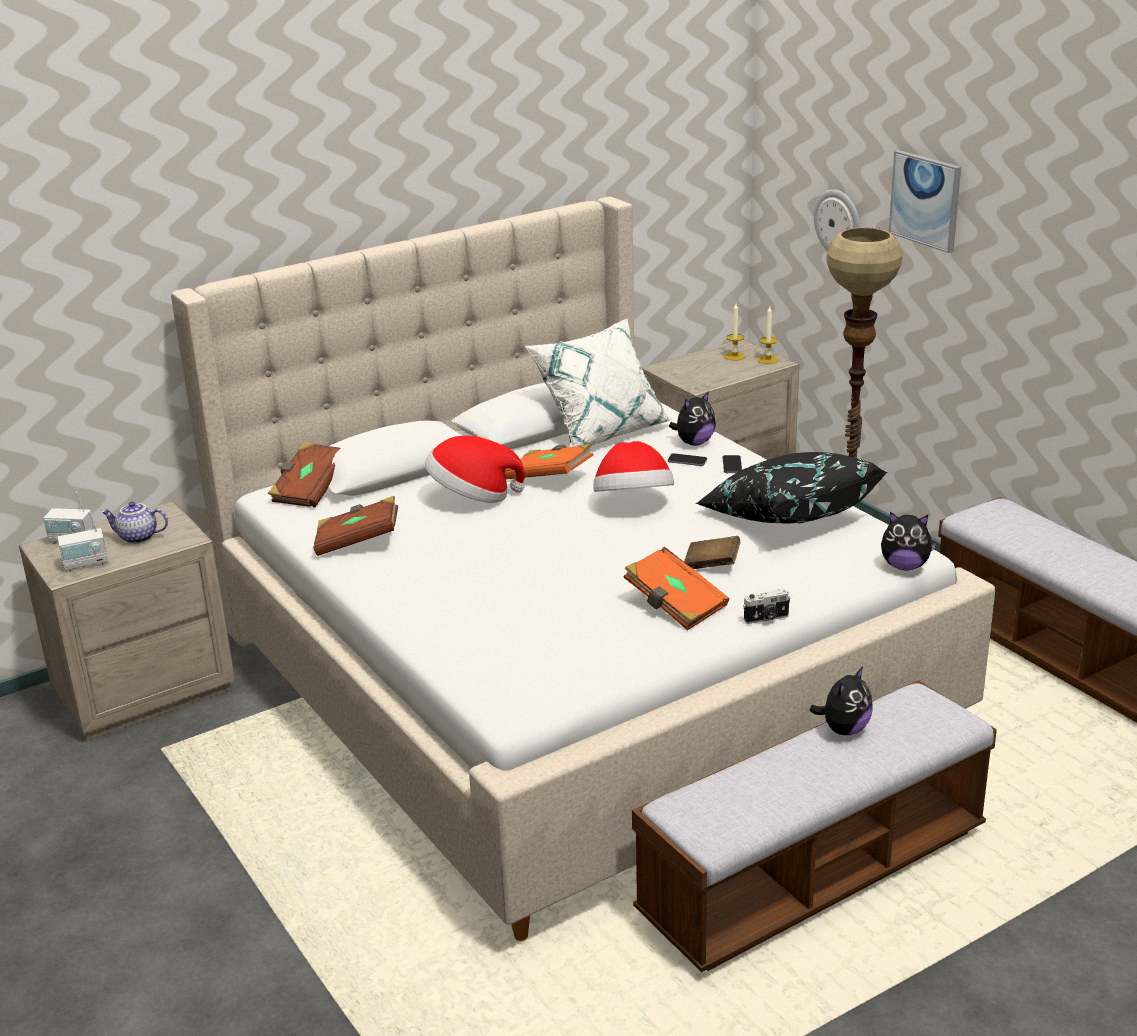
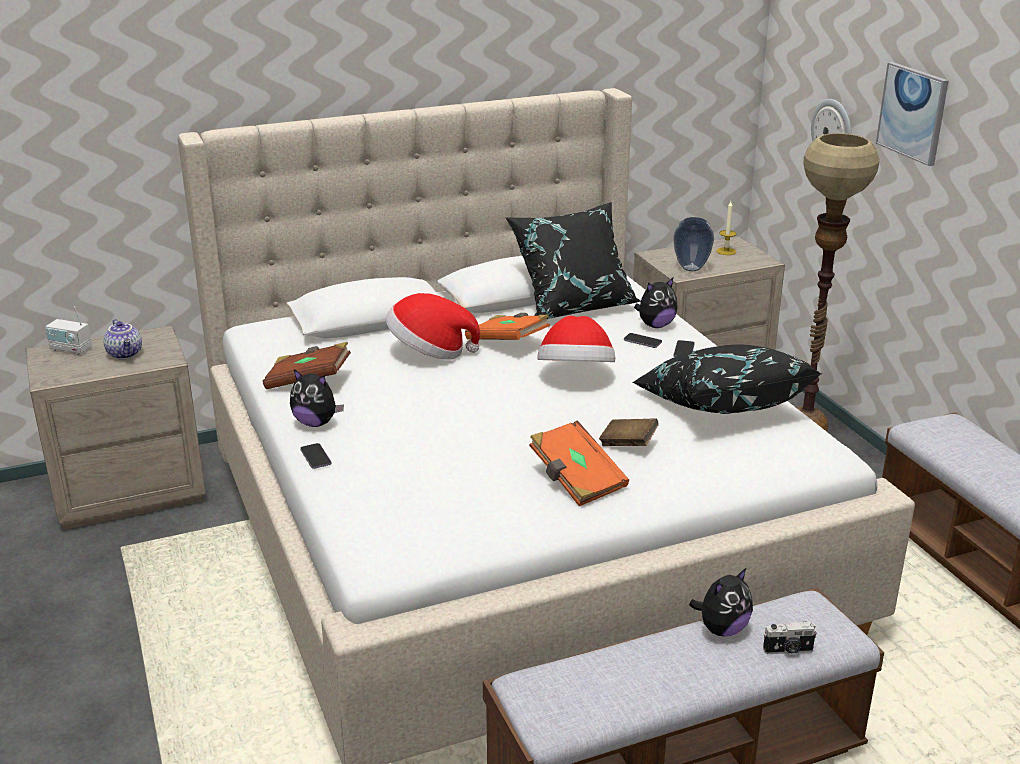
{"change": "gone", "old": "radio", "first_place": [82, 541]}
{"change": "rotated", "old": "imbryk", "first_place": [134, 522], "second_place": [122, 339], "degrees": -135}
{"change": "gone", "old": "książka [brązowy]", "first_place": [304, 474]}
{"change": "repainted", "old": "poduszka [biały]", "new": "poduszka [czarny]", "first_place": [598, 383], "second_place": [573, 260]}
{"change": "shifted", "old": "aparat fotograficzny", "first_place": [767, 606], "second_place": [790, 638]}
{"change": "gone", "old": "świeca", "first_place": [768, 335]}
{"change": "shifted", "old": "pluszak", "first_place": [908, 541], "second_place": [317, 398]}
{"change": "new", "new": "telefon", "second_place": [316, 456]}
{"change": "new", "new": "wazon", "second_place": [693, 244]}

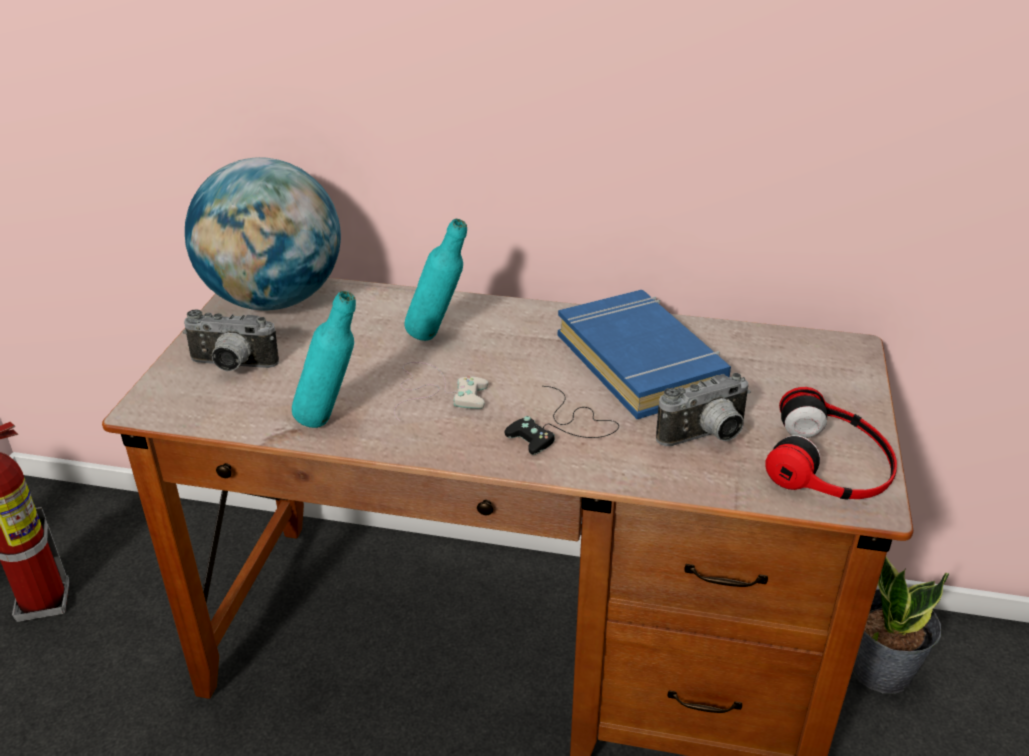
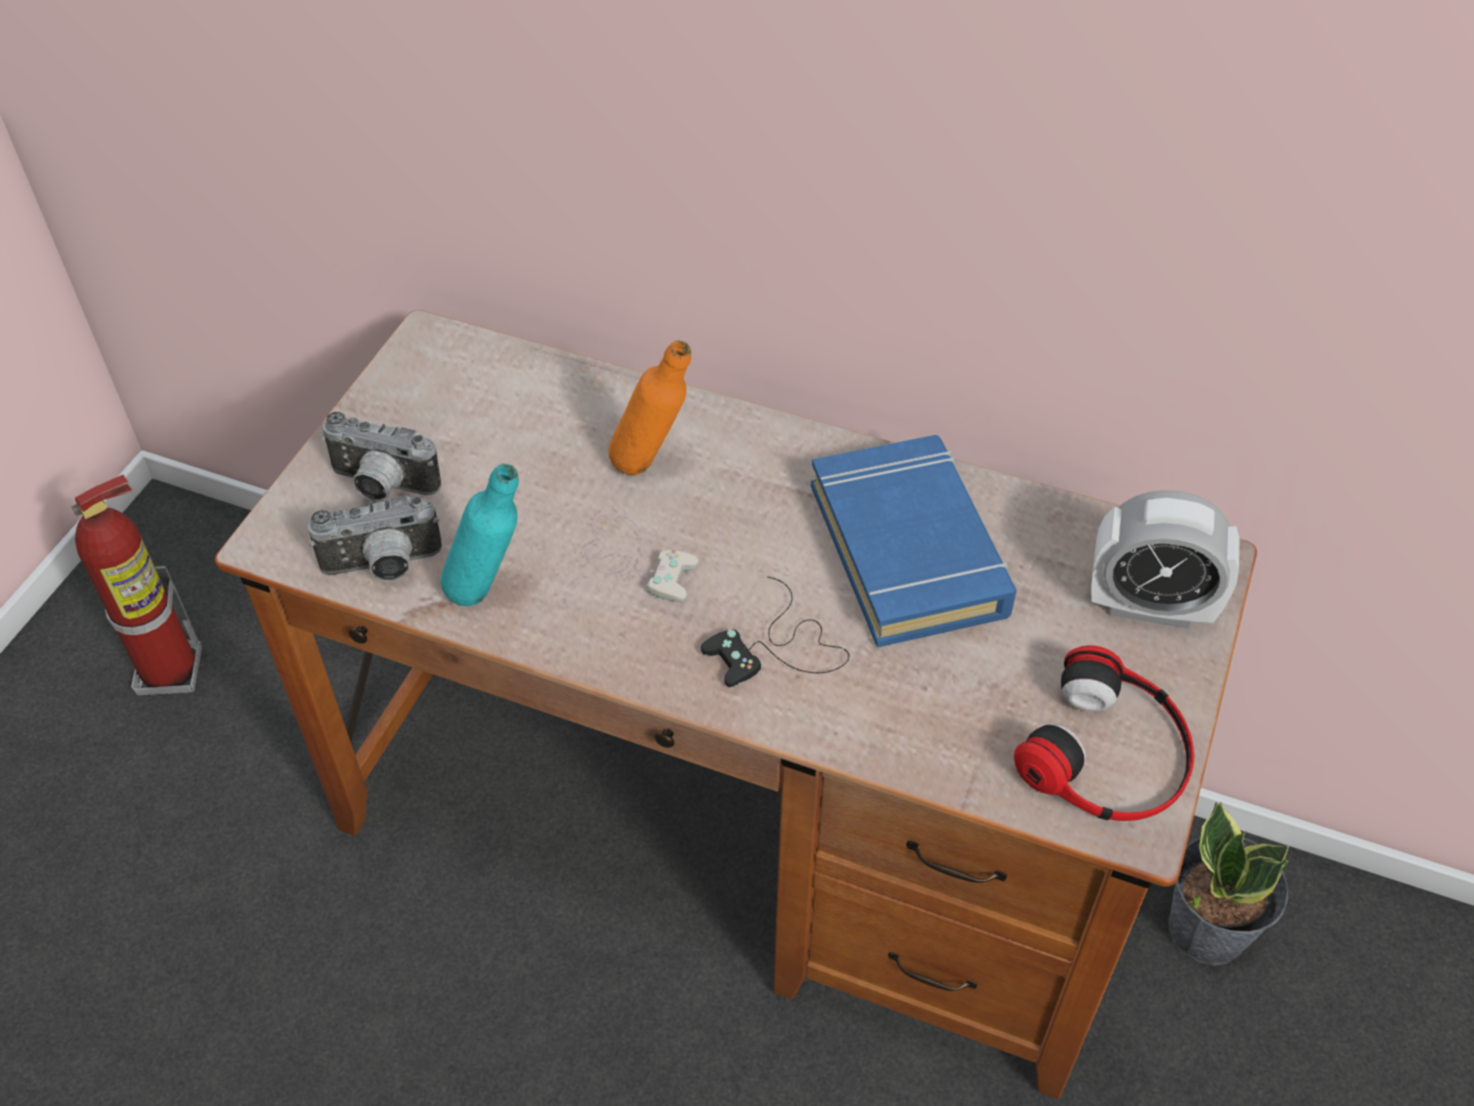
{"change": "gone", "old": "globus", "first_place": [263, 234]}
{"change": "repainted", "old": "butelka [turkusowy]", "new": "butelka [pomarańczowy]", "first_place": [436, 280], "second_place": [649, 407]}
{"change": "shifted", "old": "aparat fotograficzny", "first_place": [703, 409], "second_place": [375, 538]}
{"change": "new", "new": "budzik", "second_place": [1165, 559]}

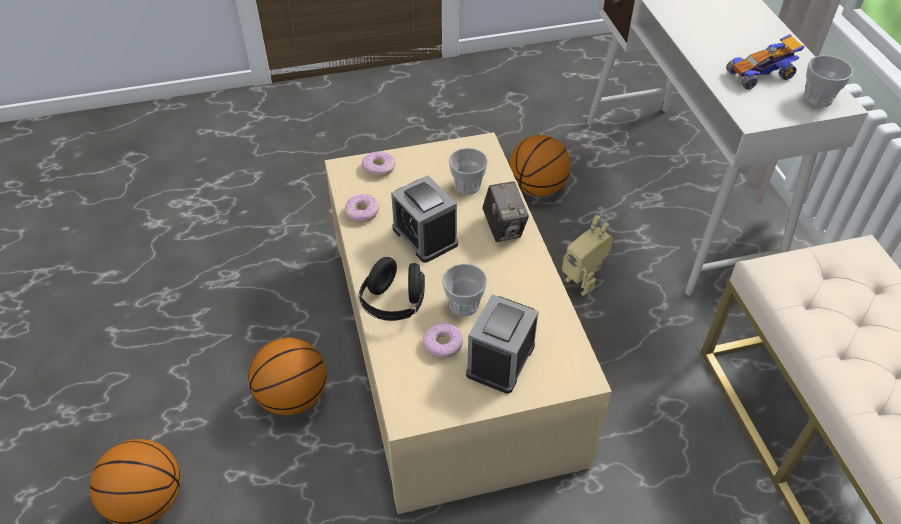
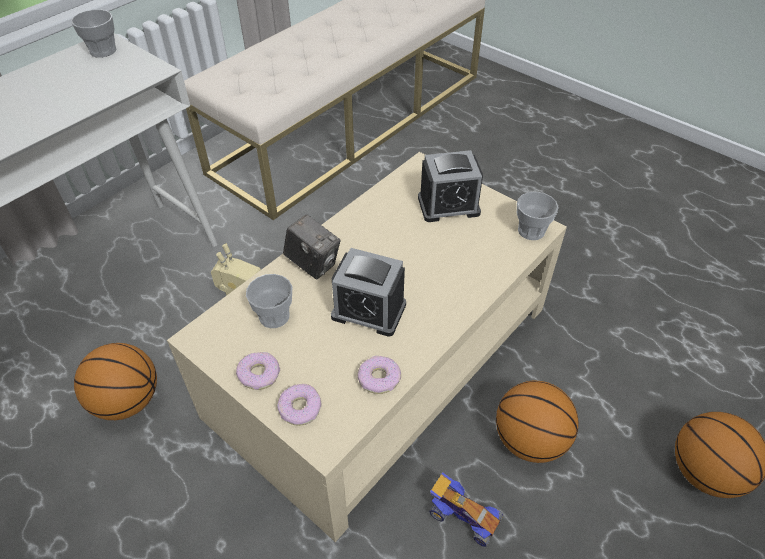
{"change": "gone", "old": "słuchawki [czarny]", "first_place": [391, 289]}
{"change": "rotated", "old": "budzik", "first_place": [424, 219], "second_place": [368, 292], "degrees": 90}
{"change": "shifted", "old": "donut", "first_place": [443, 340], "second_place": [258, 371]}
{"change": "shifted", "old": "filiżanka", "first_place": [464, 290], "second_place": [537, 216]}
{"change": "rotated", "old": "aparat fotograficzny", "first_place": [505, 211], "second_place": [312, 247], "degrees": 90}
{"change": "shifted", "old": "samochodzik", "first_place": [765, 62], "second_place": [466, 509]}

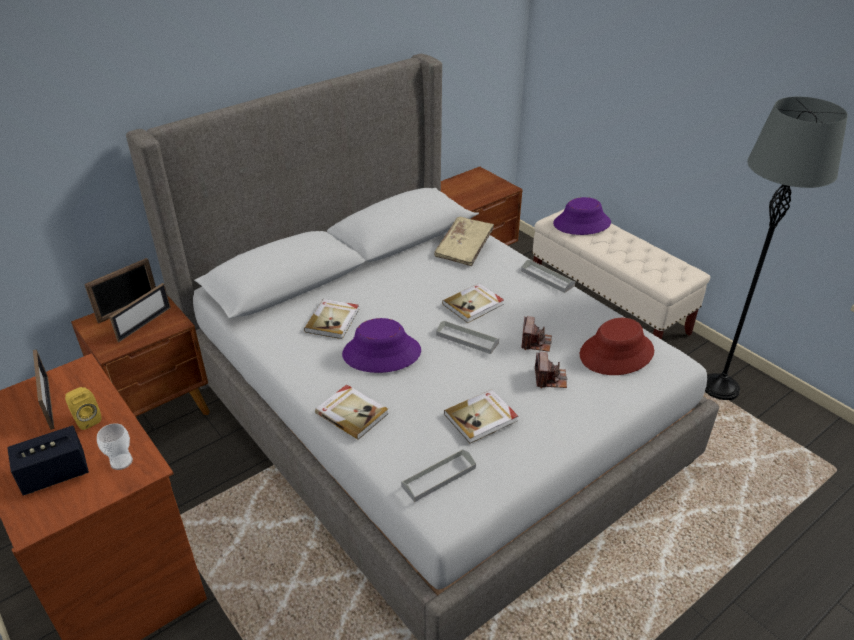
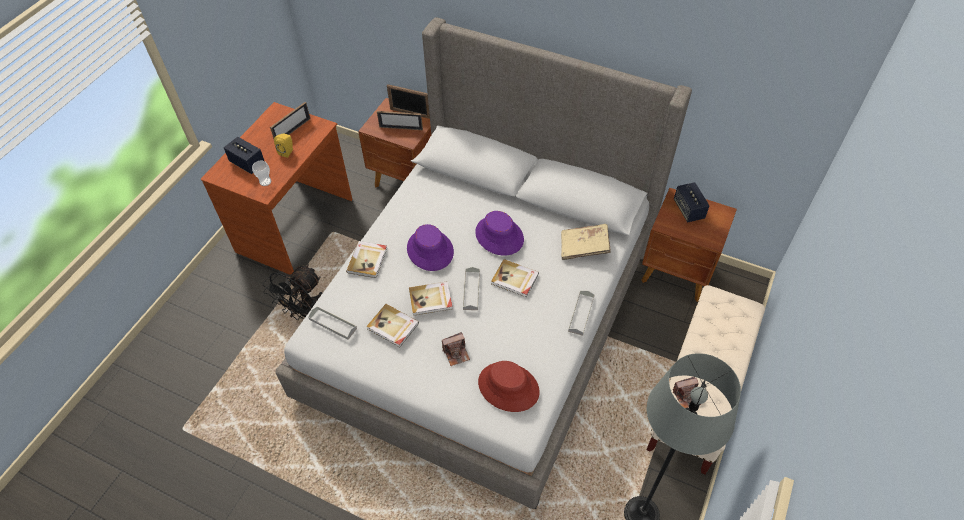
{"change": "shifted", "old": "książka", "first_place": [331, 319], "second_place": [430, 298]}
{"change": "shifted", "old": "aparat fotograficzny", "first_place": [536, 334], "second_place": [687, 392]}
{"change": "shifted", "old": "kapelusz [fioletowy]", "first_place": [582, 216], "second_place": [499, 233]}
{"change": "new", "new": "wentylator [czarny]", "second_place": [292, 292]}
{"change": "new", "new": "głośnik", "second_place": [692, 202]}

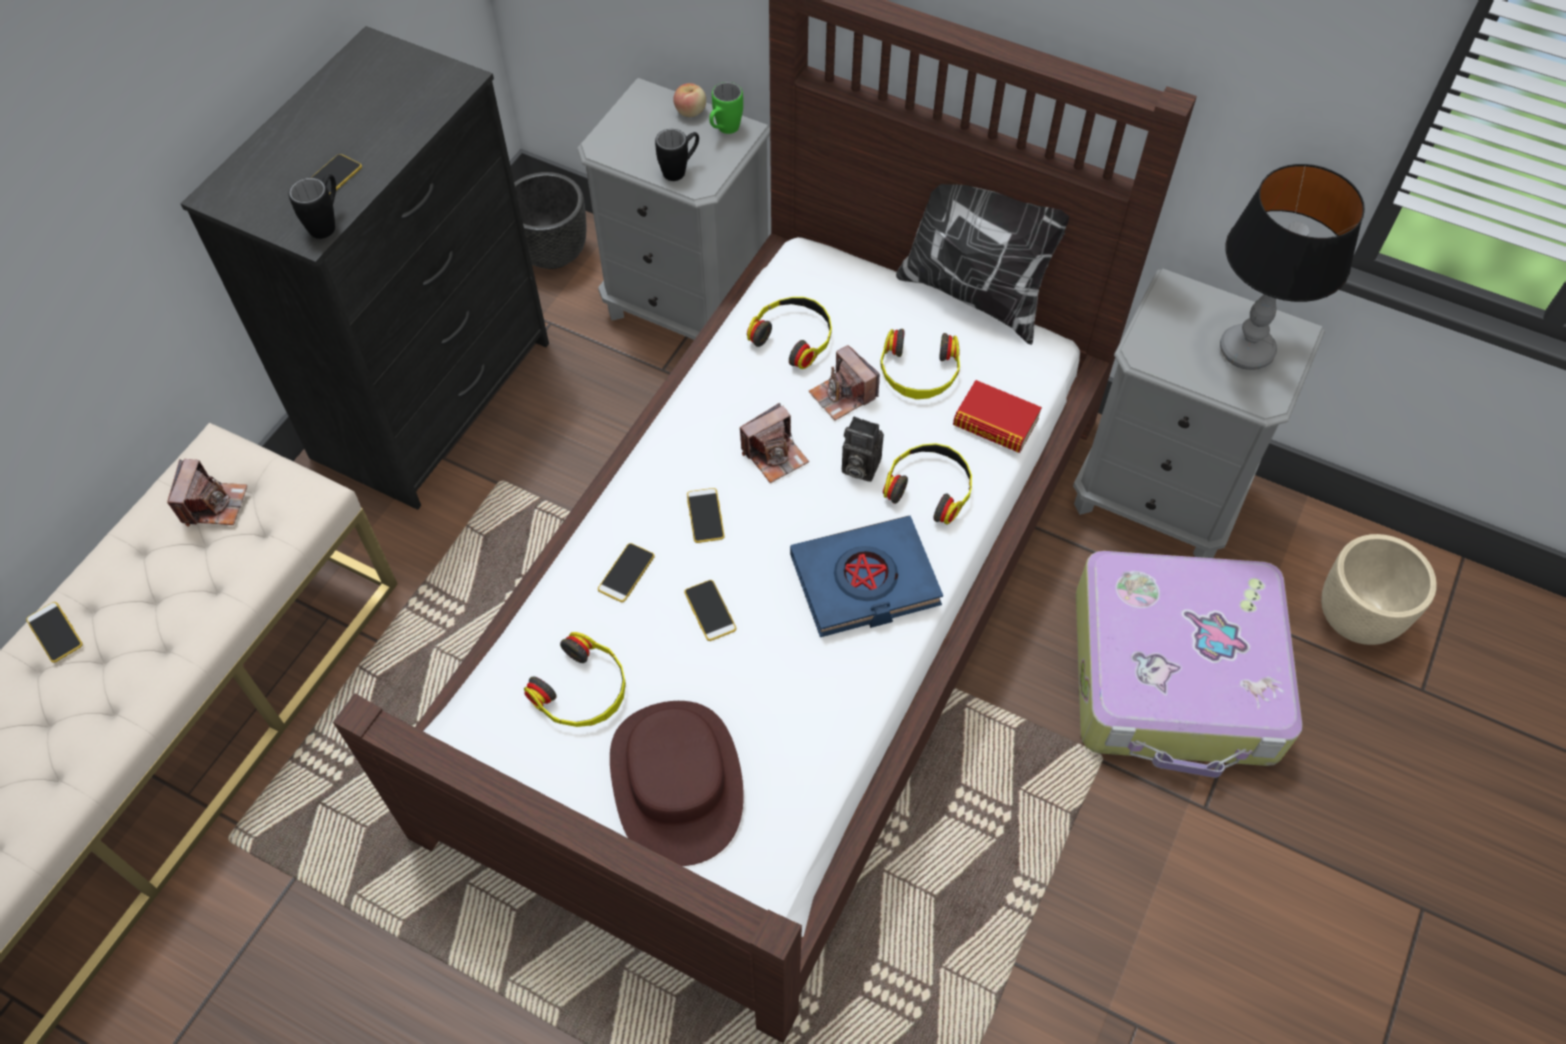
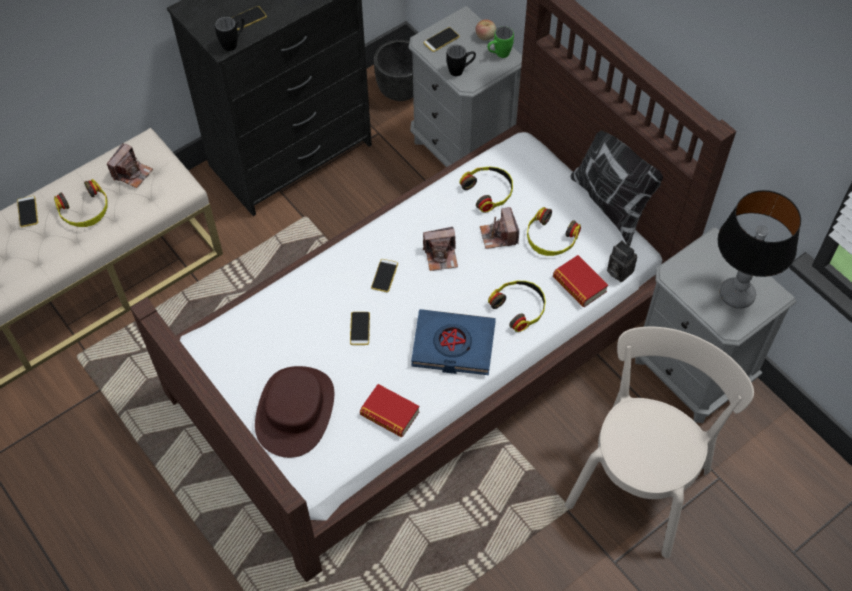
{"change": "shifted", "old": "słuchawki", "first_place": [575, 679], "second_place": [81, 203]}
{"change": "shifted", "old": "telefon", "first_place": [626, 572], "second_place": [441, 39]}
{"change": "shifted", "old": "aparat fotograficzny", "first_place": [863, 449], "second_place": [622, 261]}
{"change": "swapped", "old": "walizka", "new": "krzesło [beżowy]", "first_place": [1189, 664], "second_place": [659, 442]}
{"change": "gone", "old": "donica [beżowy]", "first_place": [1379, 589]}
{"change": "new", "new": "książka", "second_place": [389, 410]}

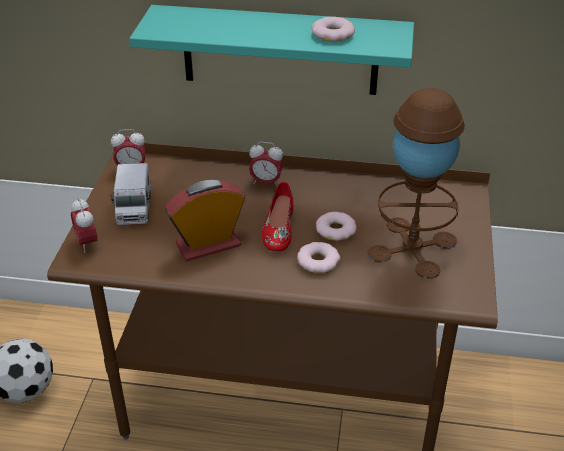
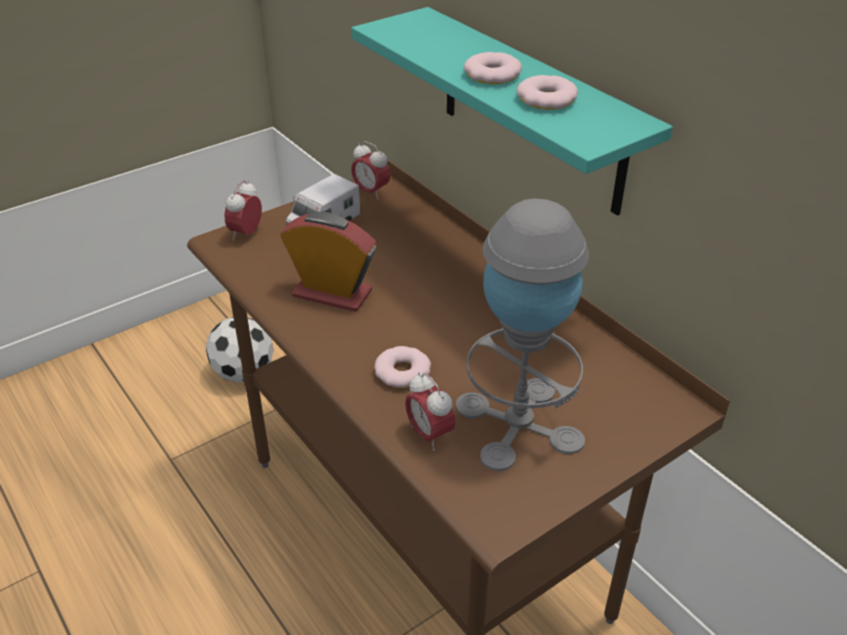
{"change": "shifted", "old": "budzik", "first_place": [266, 164], "second_place": [430, 411]}
{"change": "gone", "old": "but [czerwony]", "first_place": [277, 216]}
{"change": "shifted", "old": "donut", "first_place": [336, 226], "second_place": [493, 68]}
{"change": "repainted", "old": "lampa stołowa [brązowy]", "new": "lampa stołowa [szary]", "first_place": [416, 183], "second_place": [522, 334]}

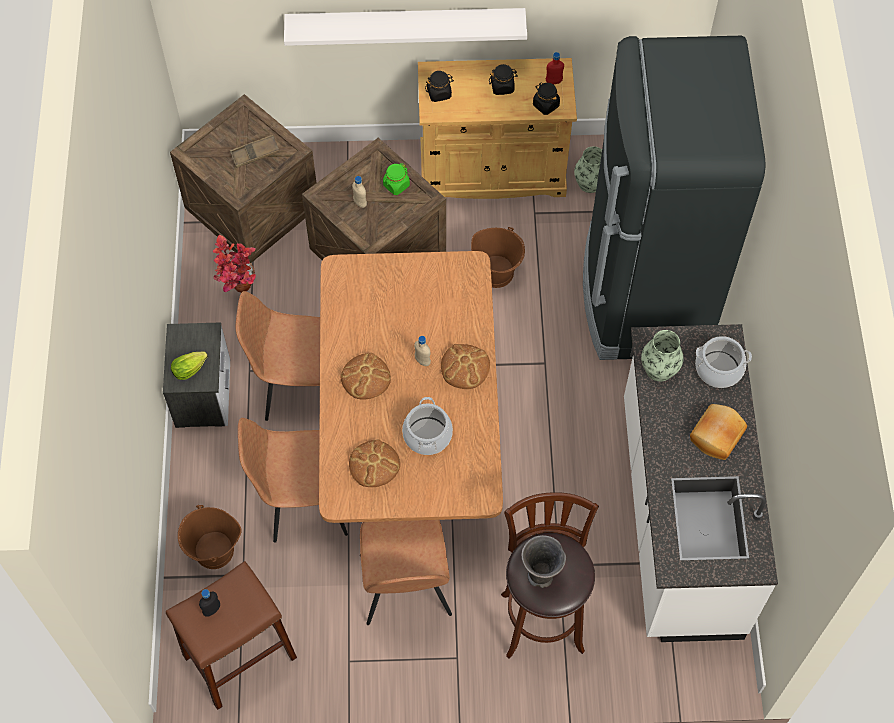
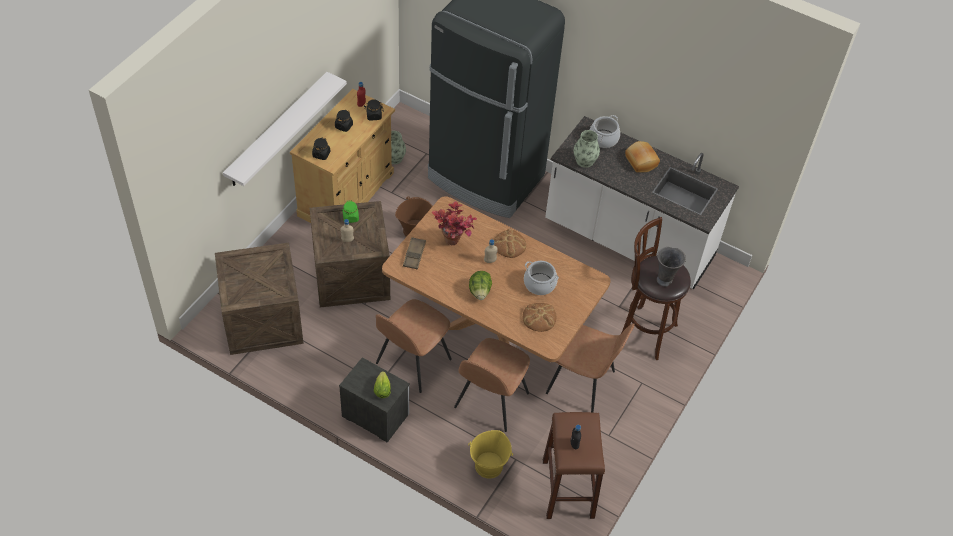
{"change": "repainted", "old": "wiadro [brązowy]", "new": "wiadro [żółty]", "first_place": [210, 537], "second_place": [490, 454]}
{"change": "shifted", "old": "roślina doniczkowa", "first_place": [234, 264], "second_place": [454, 223]}
{"change": "shifted", "old": "taca [brązowy]", "first_place": [255, 151], "second_place": [414, 253]}
{"change": "swapped", "old": "chleb", "new": "sałata", "first_place": [366, 376], "second_place": [480, 285]}

